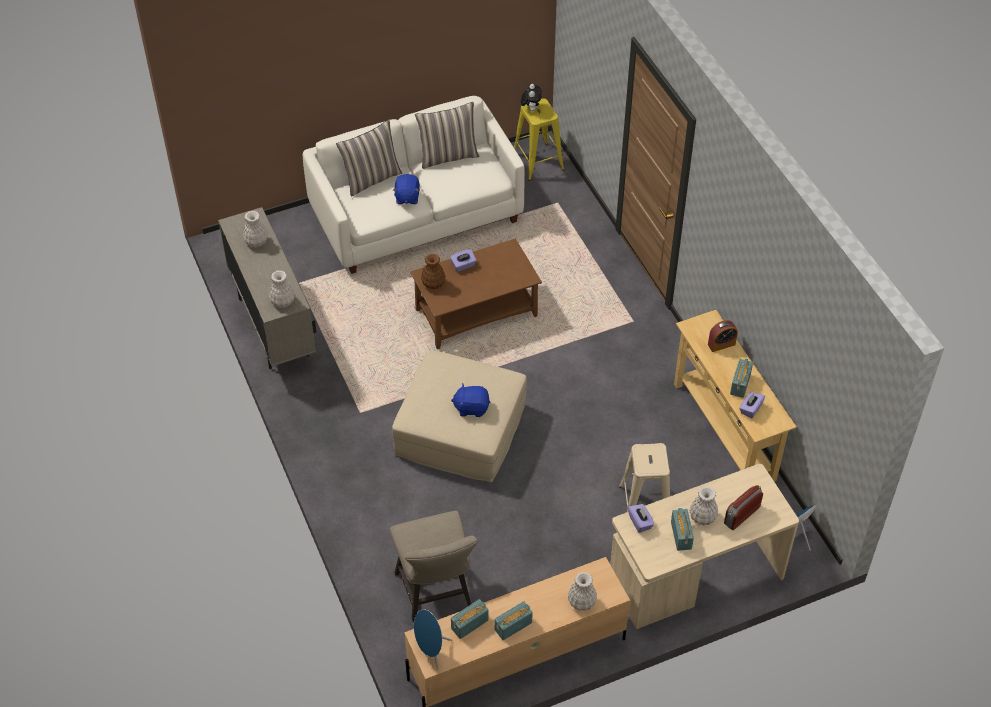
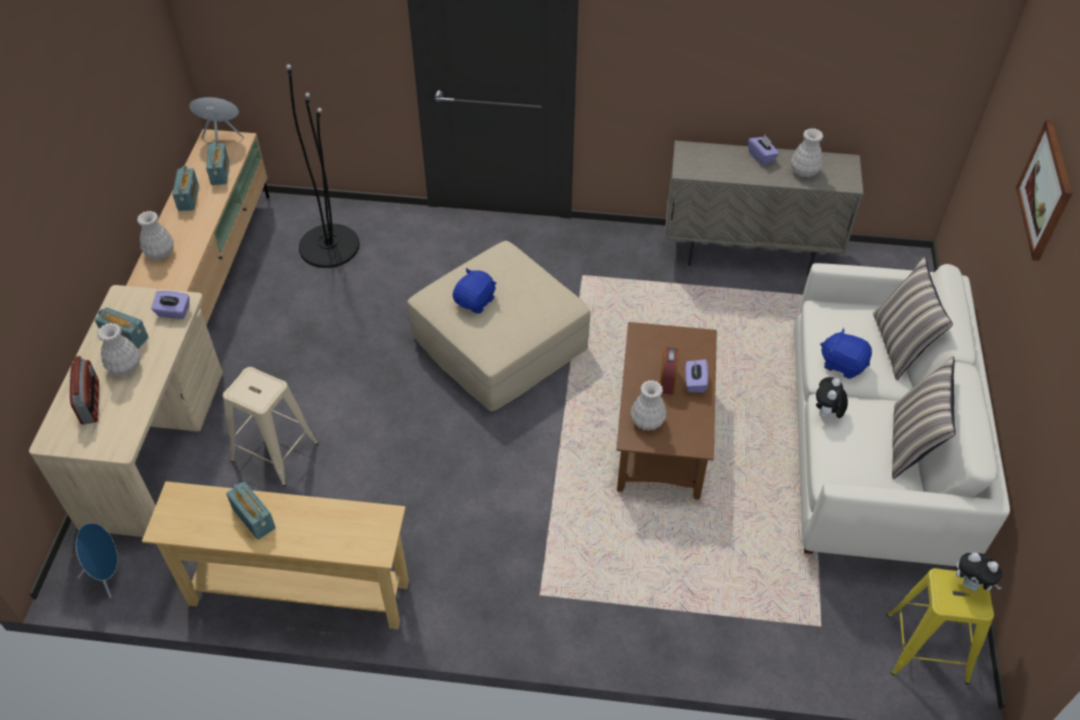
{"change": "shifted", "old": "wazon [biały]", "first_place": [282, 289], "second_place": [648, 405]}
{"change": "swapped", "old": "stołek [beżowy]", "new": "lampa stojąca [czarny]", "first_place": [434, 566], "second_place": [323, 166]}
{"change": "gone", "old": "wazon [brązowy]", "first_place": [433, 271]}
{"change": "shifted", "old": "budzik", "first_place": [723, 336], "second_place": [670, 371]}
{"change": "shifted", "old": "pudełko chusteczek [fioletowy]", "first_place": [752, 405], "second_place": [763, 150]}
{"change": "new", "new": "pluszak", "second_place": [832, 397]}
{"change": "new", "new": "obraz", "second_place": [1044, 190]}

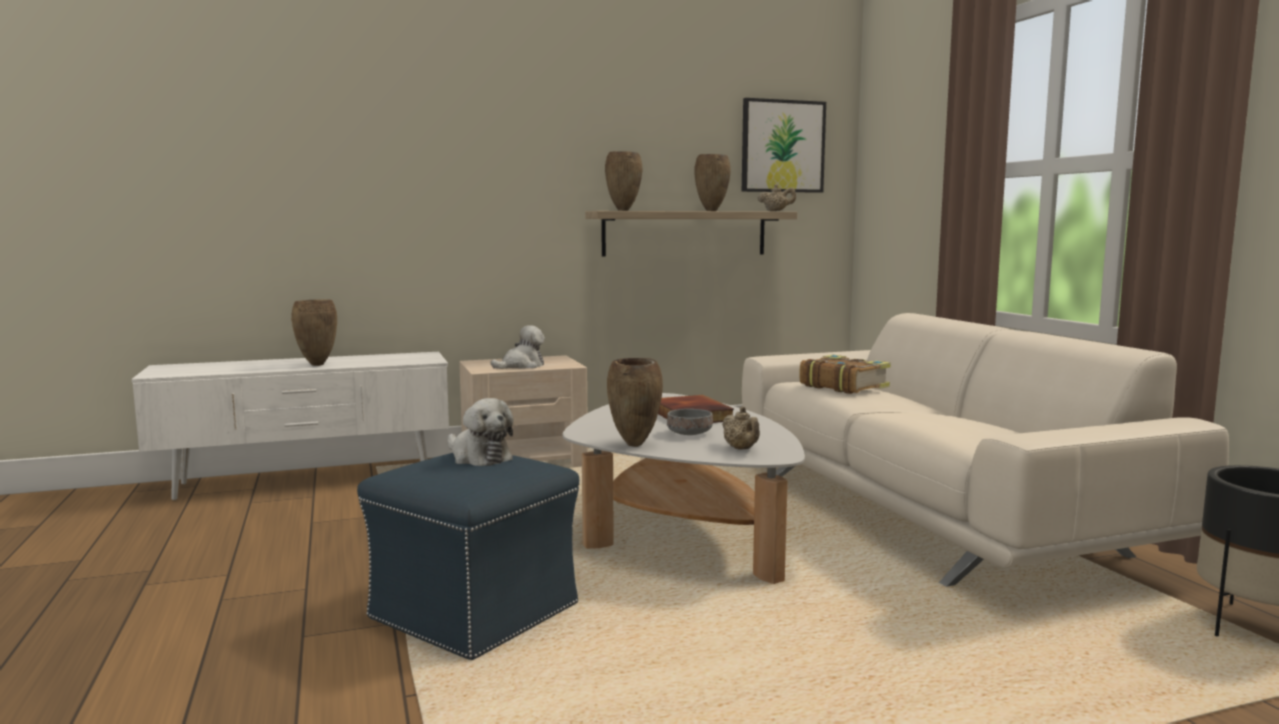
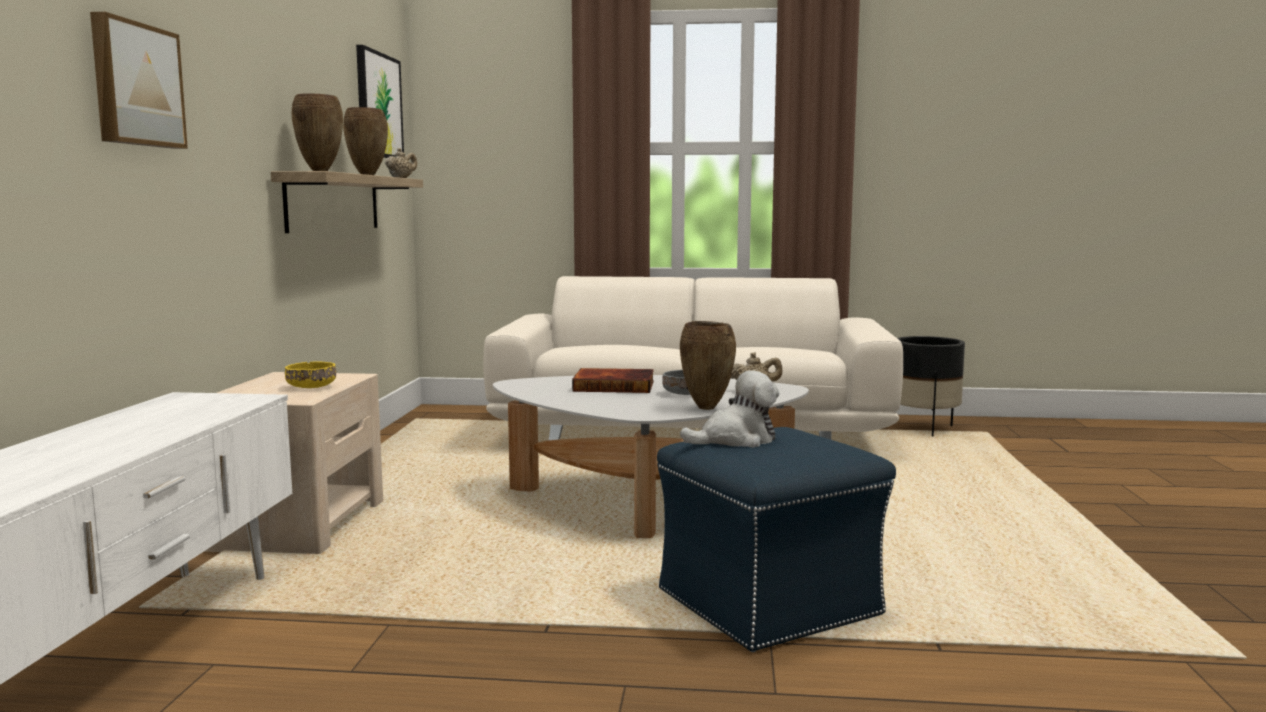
{"change": "gone", "old": "wazon [brązowy]", "first_place": [314, 332]}
{"change": "swapped", "old": "pluszak", "new": "miska [żółty]", "first_place": [518, 347], "second_place": [310, 375]}
{"change": "gone", "old": "książka", "first_place": [845, 374]}
{"change": "new", "new": "obraz", "second_place": [139, 80]}

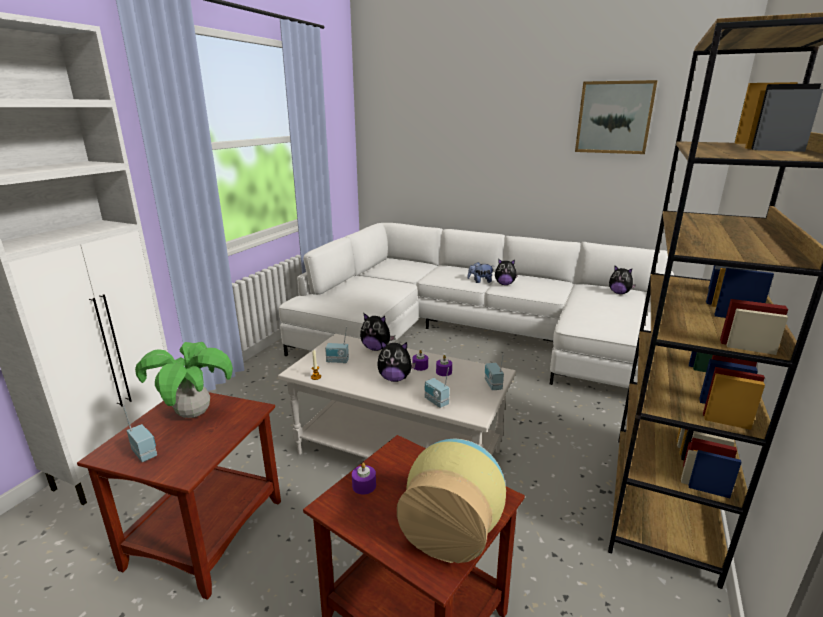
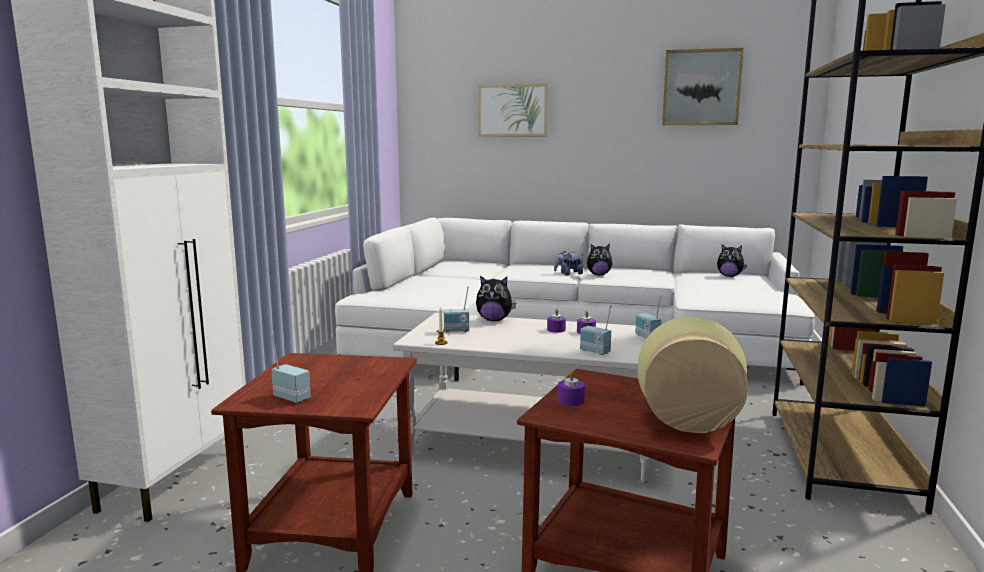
{"change": "gone", "old": "roślina doniczkowa", "first_place": [184, 380]}
{"change": "gone", "old": "pluszak", "first_place": [396, 361]}
{"change": "new", "new": "obraz", "second_place": [513, 110]}

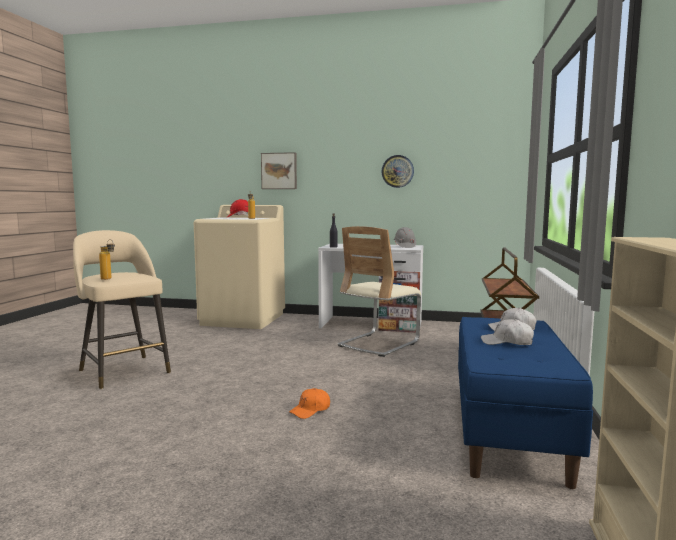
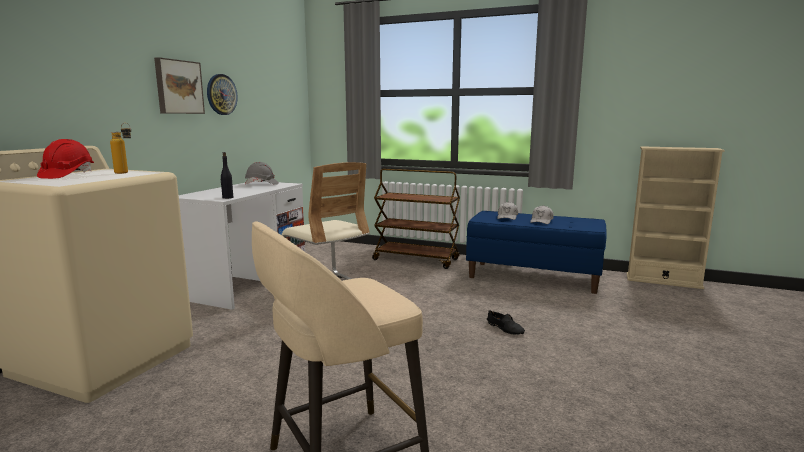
{"change": "gone", "old": "butelka", "first_place": [107, 259]}
{"change": "shifted", "old": "obraz", "first_place": [279, 170], "second_place": [179, 85]}
{"change": "swapped", "old": "czapka z daszkiem [pomarańczowy]", "new": "but [czarny]", "first_place": [309, 403], "second_place": [506, 322]}

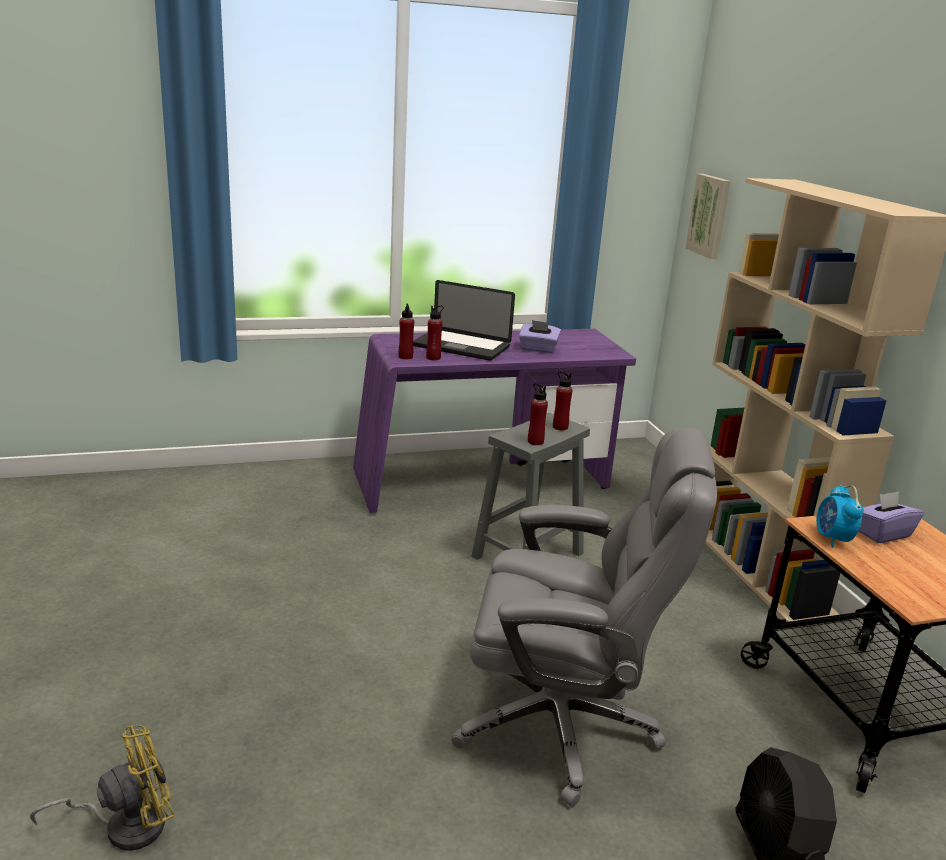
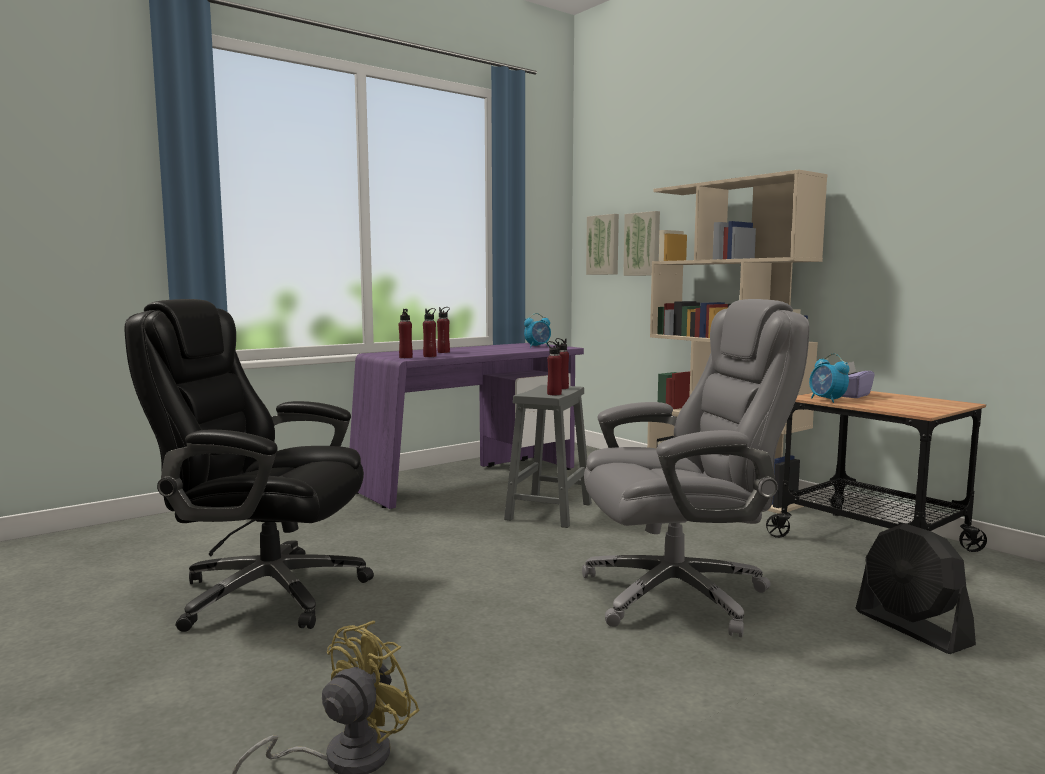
{"change": "swapped", "old": "laptop", "new": "butelka [czerwony]", "first_place": [464, 320], "second_place": [443, 330]}
{"change": "gone", "old": "pudełko chusteczek [fioletowy]", "first_place": [540, 336]}
{"change": "new", "new": "krzesło biurowe [czarny]", "second_place": [249, 465]}
{"change": "new", "new": "budzik", "second_place": [537, 330]}
{"change": "new", "new": "obraz", "second_place": [641, 243]}

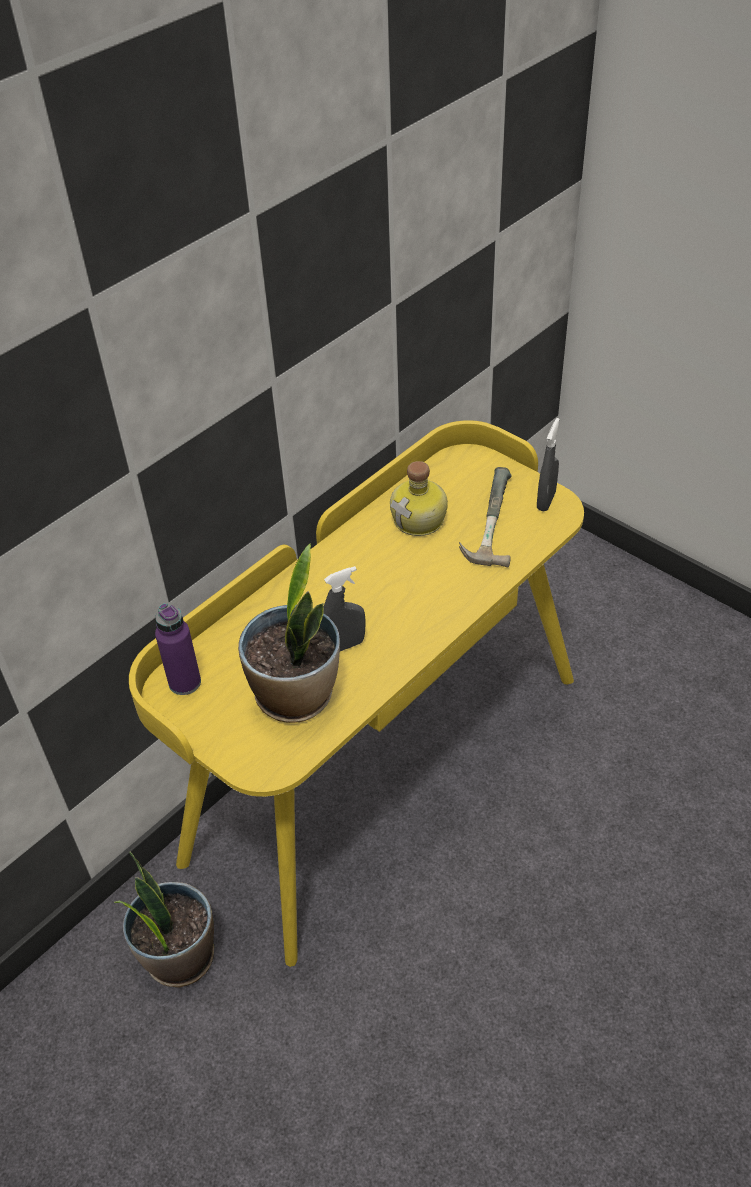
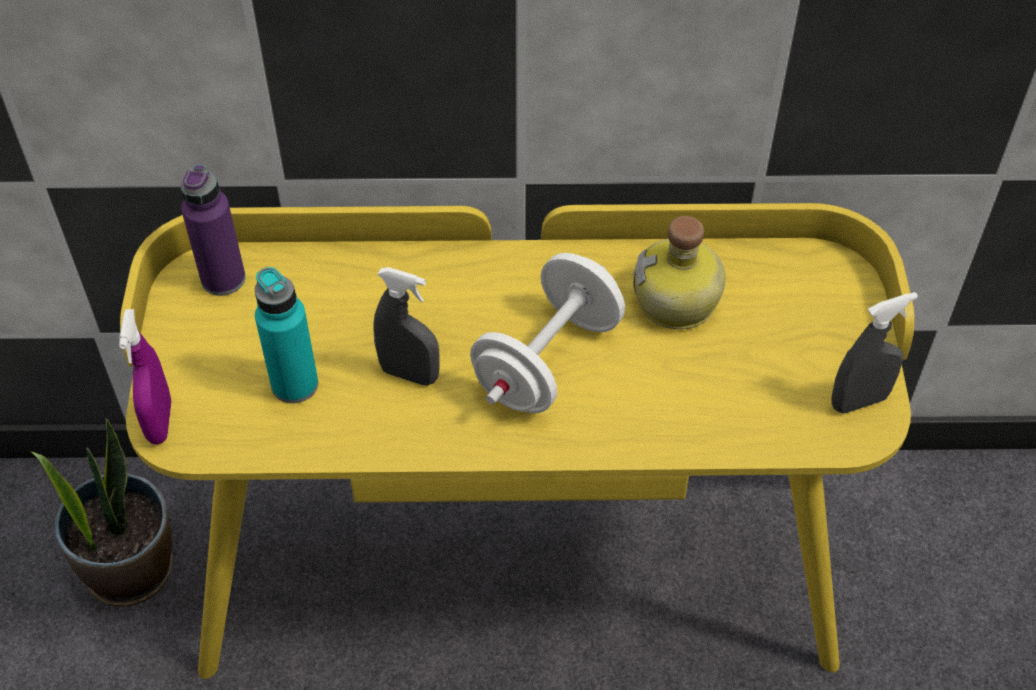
{"change": "swapped", "old": "roślina doniczkowa", "new": "butelka [turkusowy]", "first_place": [289, 633], "second_place": [286, 335]}
{"change": "gone", "old": "młotek", "first_place": [485, 517]}
{"change": "new", "new": "spryskiwacz [fioletowy]", "second_place": [145, 376]}
{"change": "new", "new": "hantel [biały]", "second_place": [547, 333]}

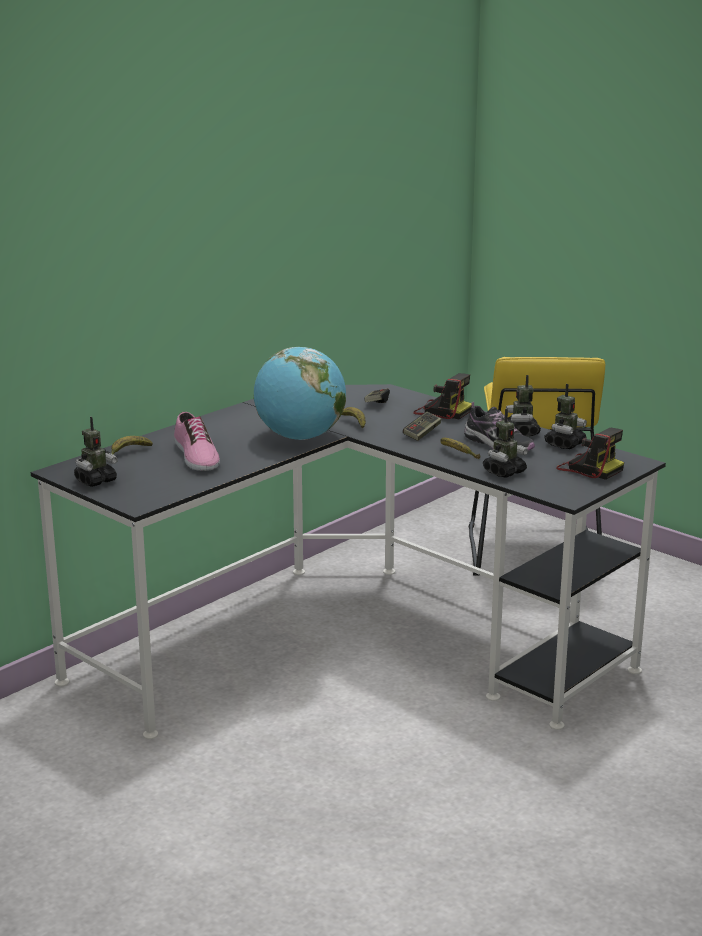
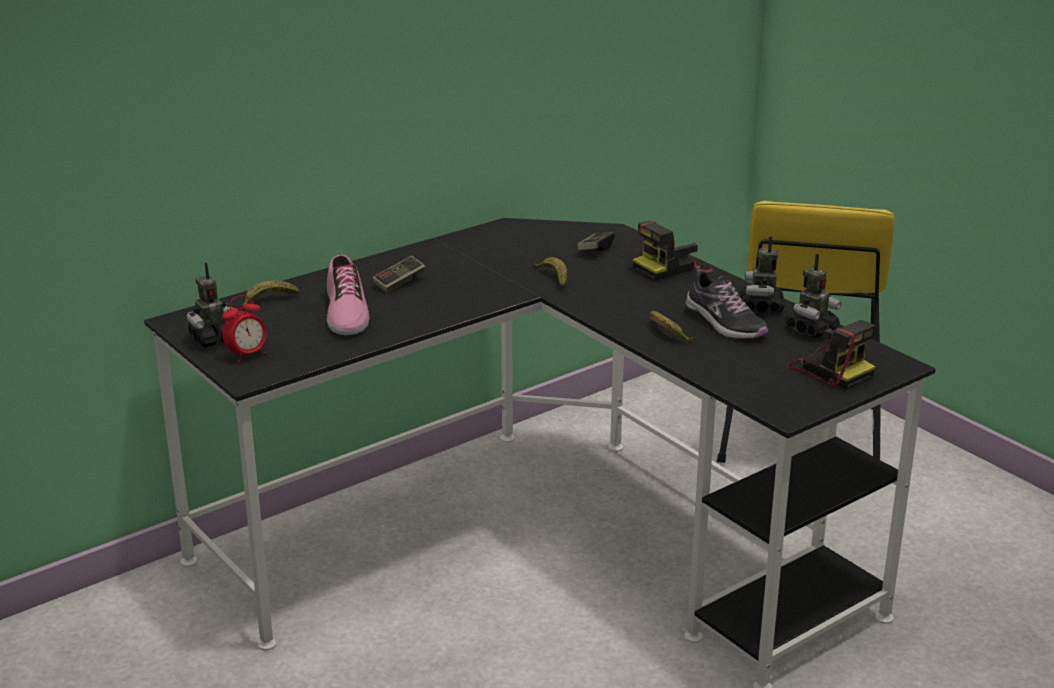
{"change": "gone", "old": "globus", "first_place": [300, 393]}
{"change": "shifted", "old": "pad do gier", "first_place": [422, 426], "second_place": [399, 274]}
{"change": "rotated", "old": "aparat fotograficzny", "first_place": [442, 396], "second_place": [673, 250], "degrees": 105}
{"change": "gone", "old": "robot zabawkowy", "first_place": [505, 443]}
{"change": "new", "new": "budzik", "second_place": [244, 328]}

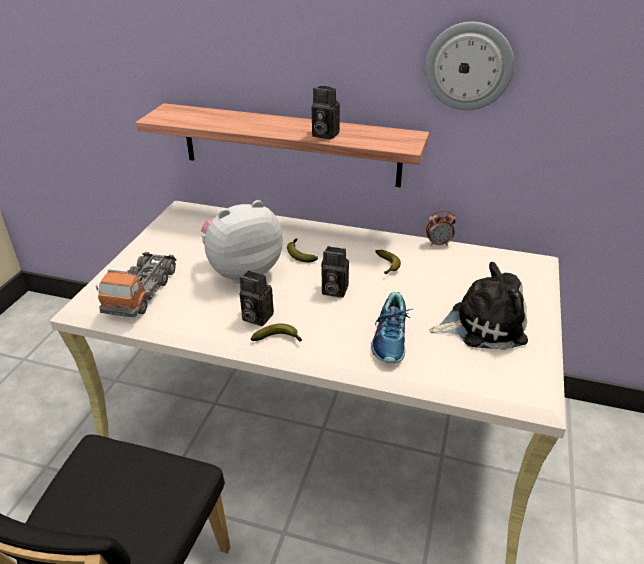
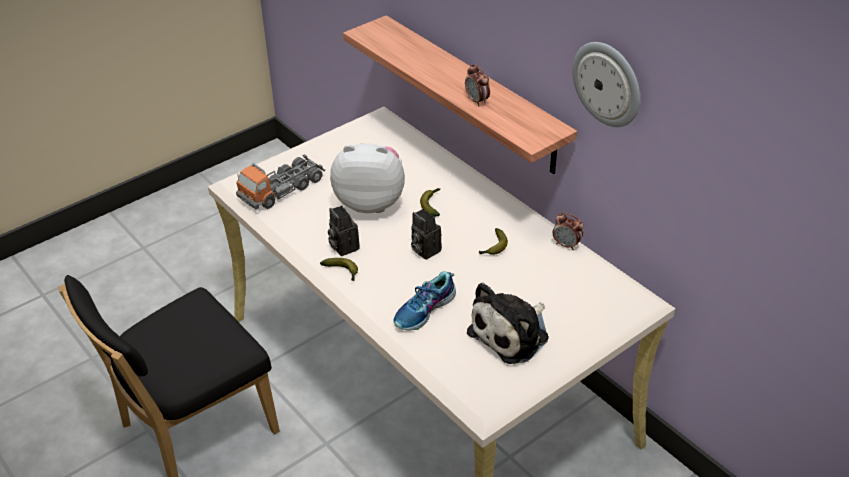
{"change": "swapped", "old": "aparat fotograficzny", "new": "budzik", "first_place": [326, 113], "second_place": [477, 85]}
{"change": "rotated", "old": "pluszak", "first_place": [478, 306], "second_place": [508, 323], "degrees": 105}

